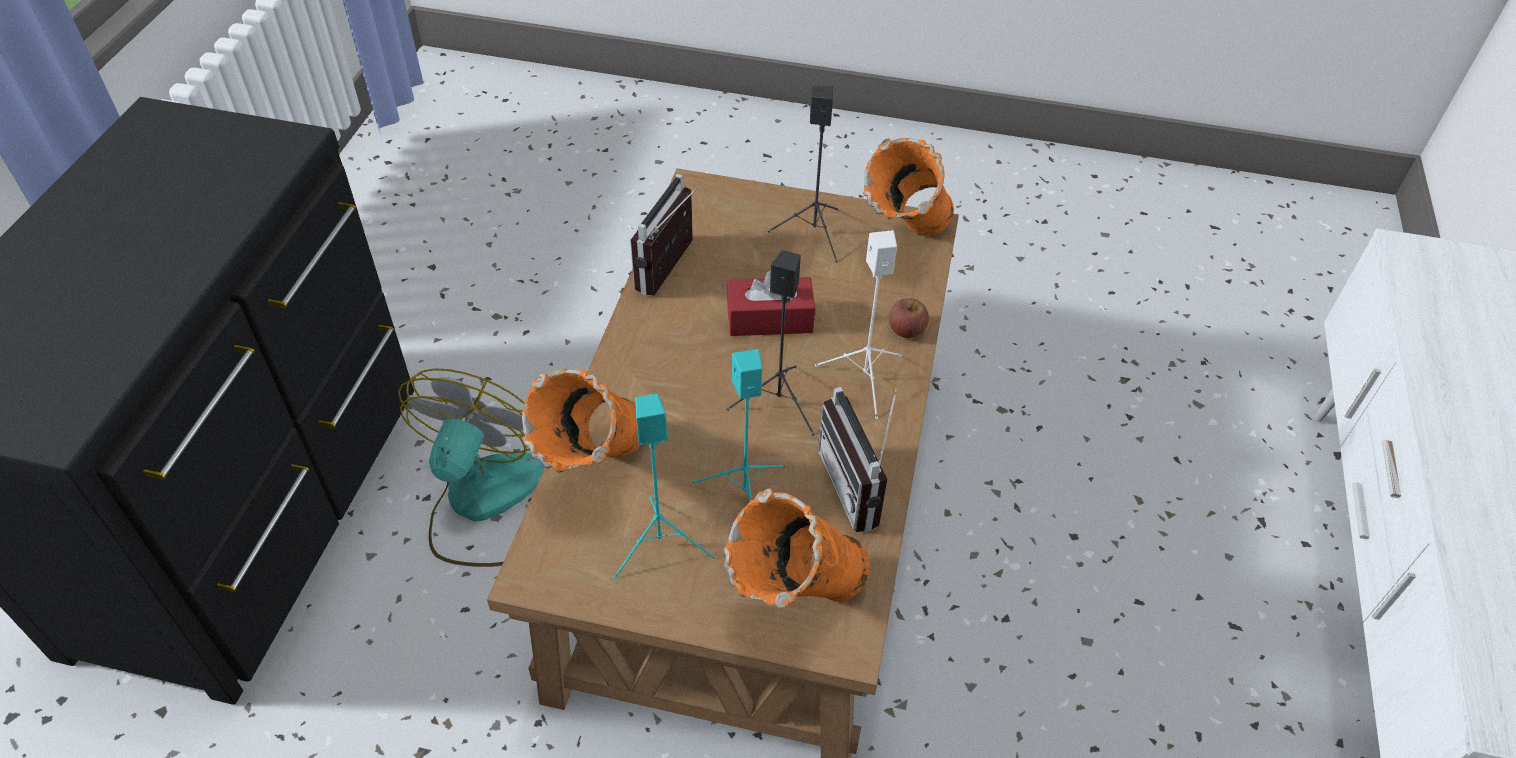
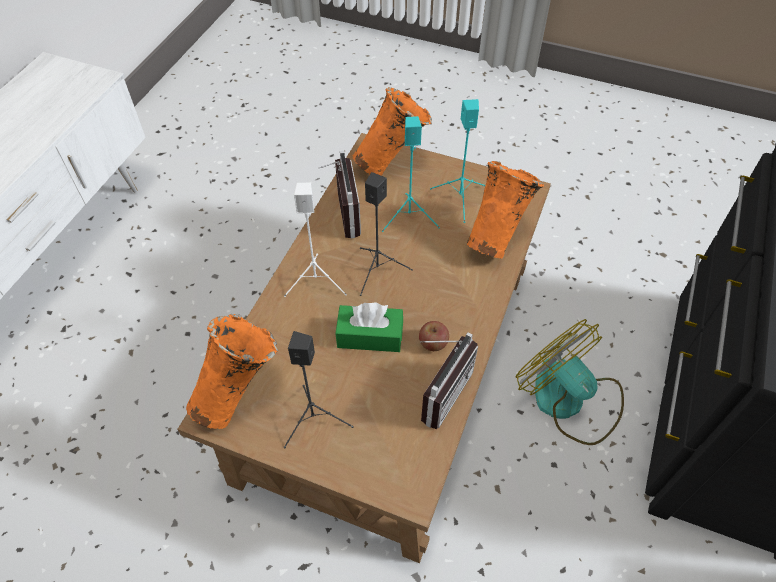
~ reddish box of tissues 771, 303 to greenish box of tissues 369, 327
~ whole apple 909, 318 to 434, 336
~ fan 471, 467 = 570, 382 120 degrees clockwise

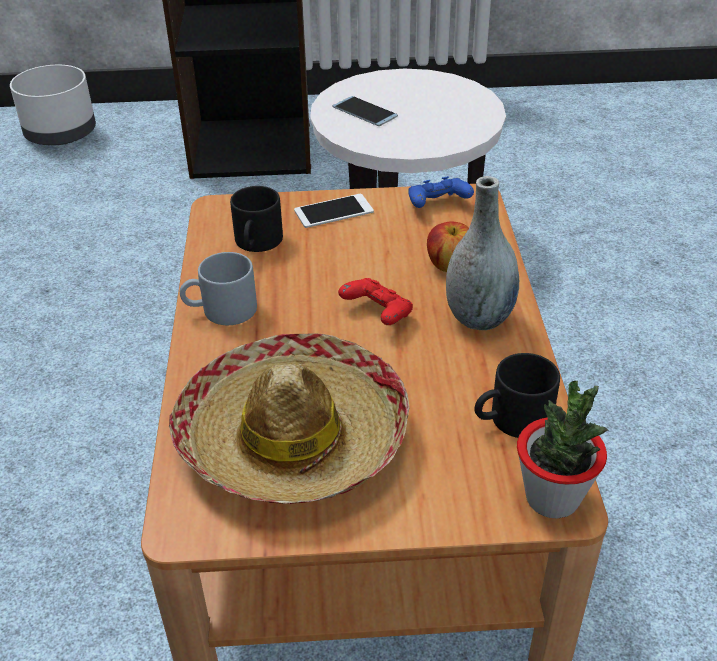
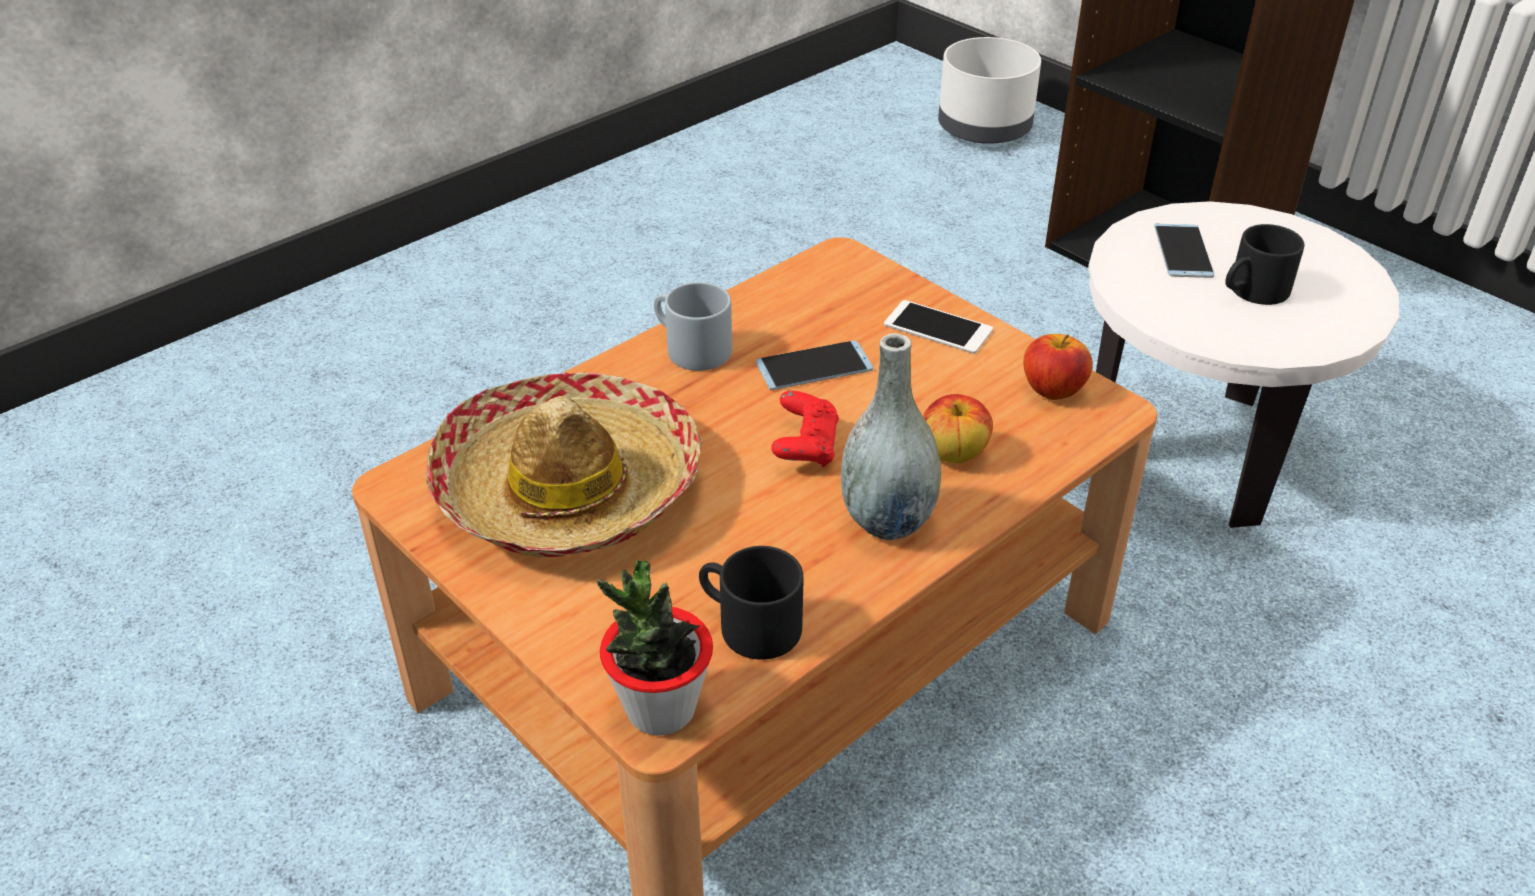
+ telephone 814, 365
~ blue game controller 441, 192 to whole apple 1058, 367
~ black-coloured tea mug 256, 219 to 1264, 264

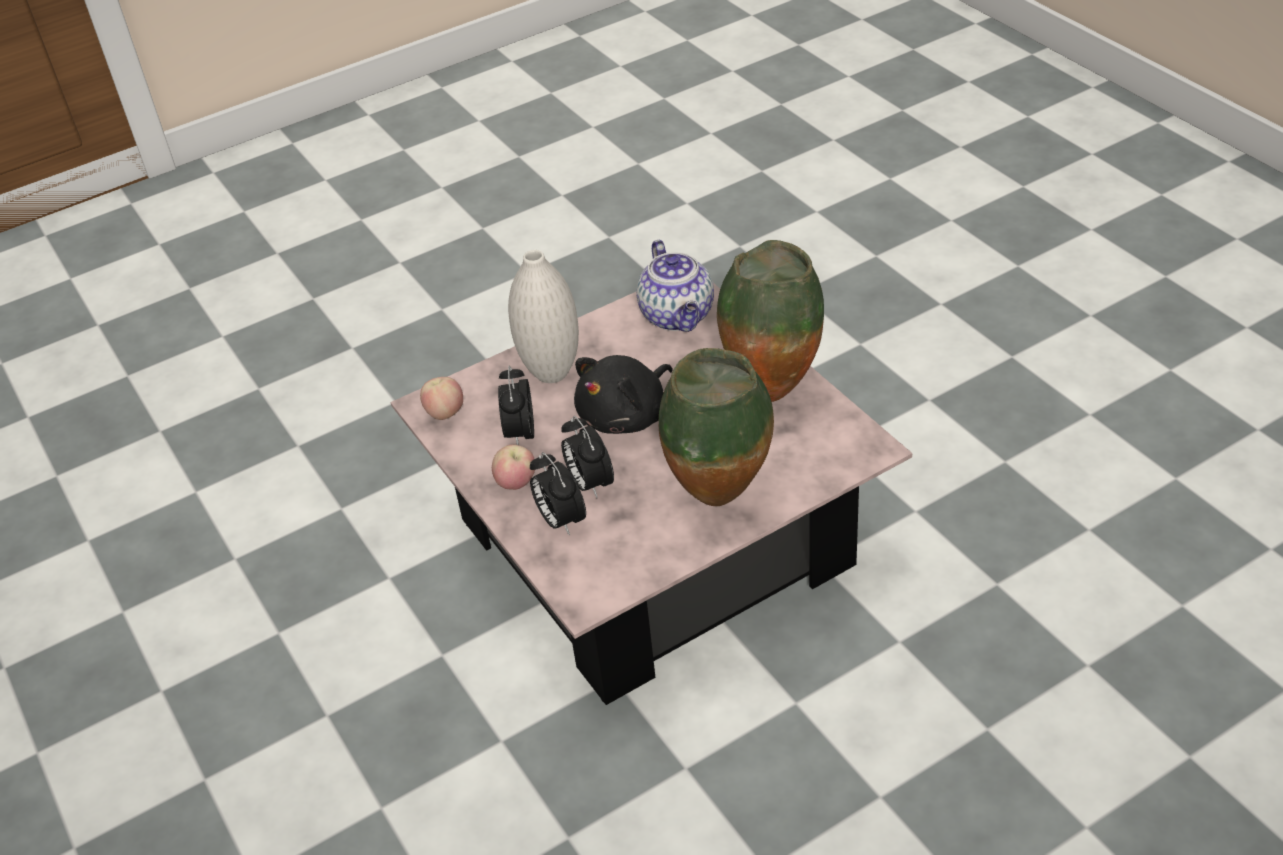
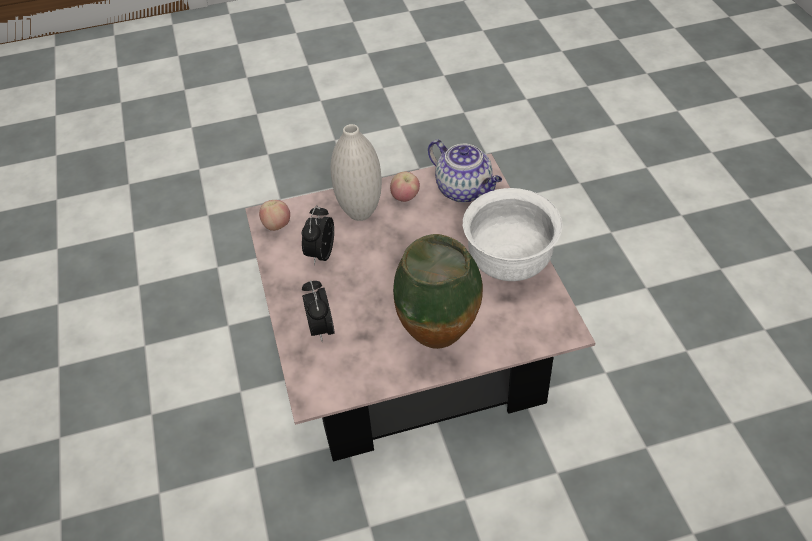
~ whole apple 513, 467 to 405, 186
~ pot for tea 675, 286 = 465, 171 45 degrees counterclockwise
~ decorative vase 770, 321 to whitish serving bowl 513, 234
- table clock 587, 457
- black-coloured plush toy 623, 394

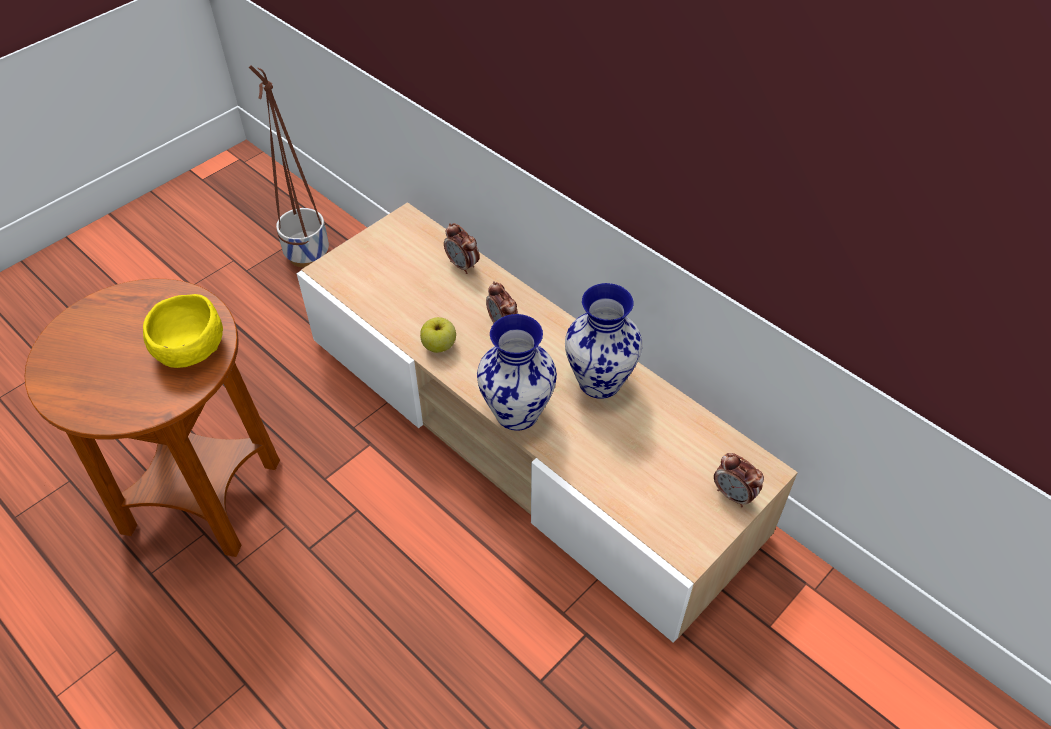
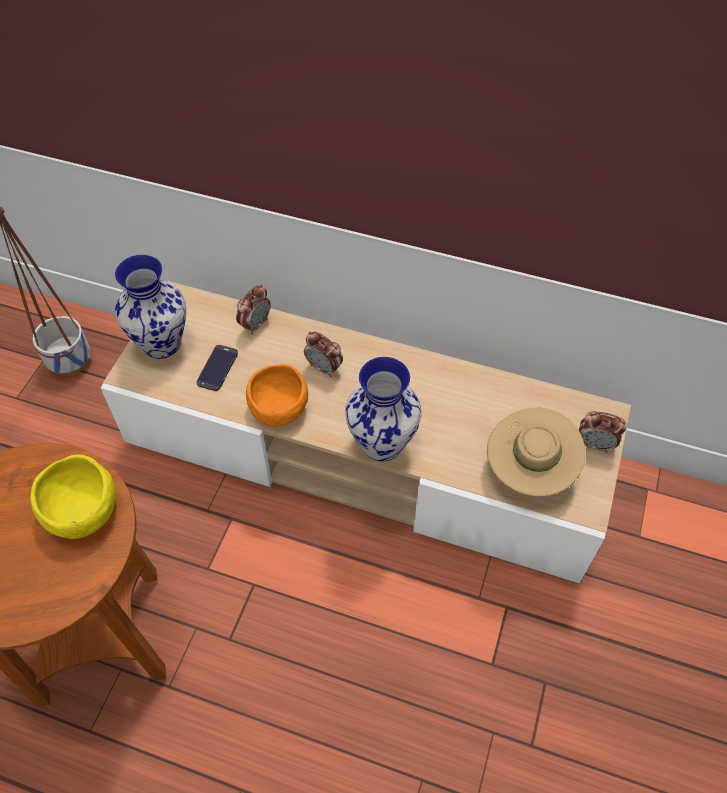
~ decorative vase 604, 341 to 151, 307
+ telephone 217, 368
~ table clock 462, 248 = 253, 309 75 degrees counterclockwise
~ whole apple 438, 335 to orange-coloured serving bowl 277, 395
+ beige wearable hat 536, 452

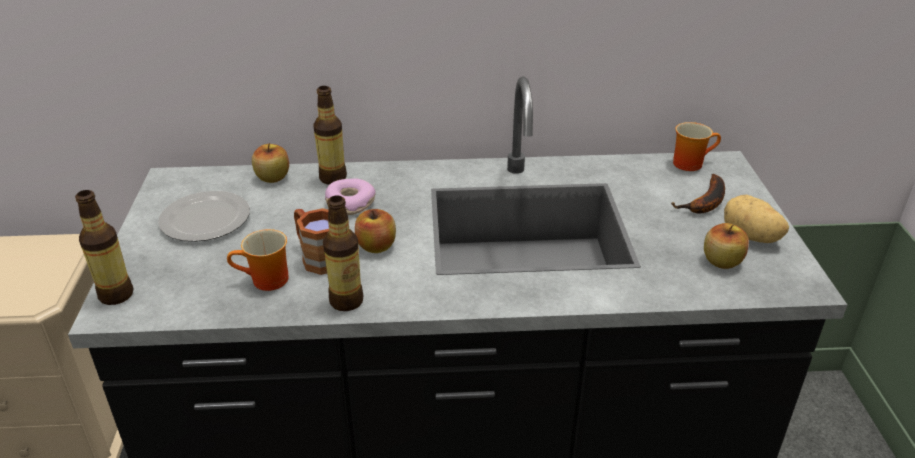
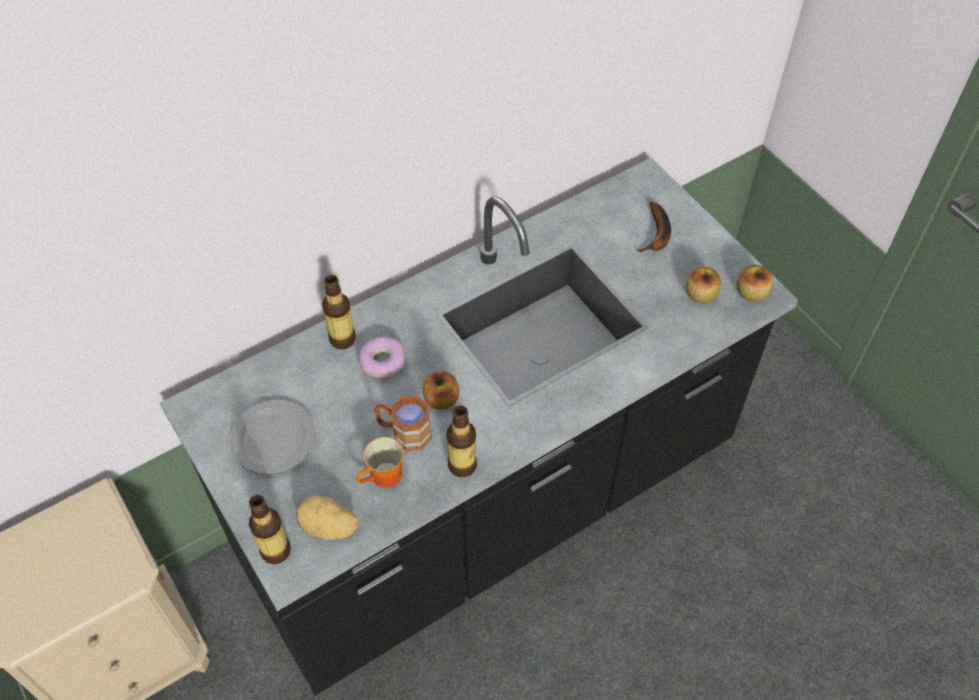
~ whole potato 756, 219 to 327, 517
~ whole apple 270, 163 to 755, 283
- tea mug 697, 146

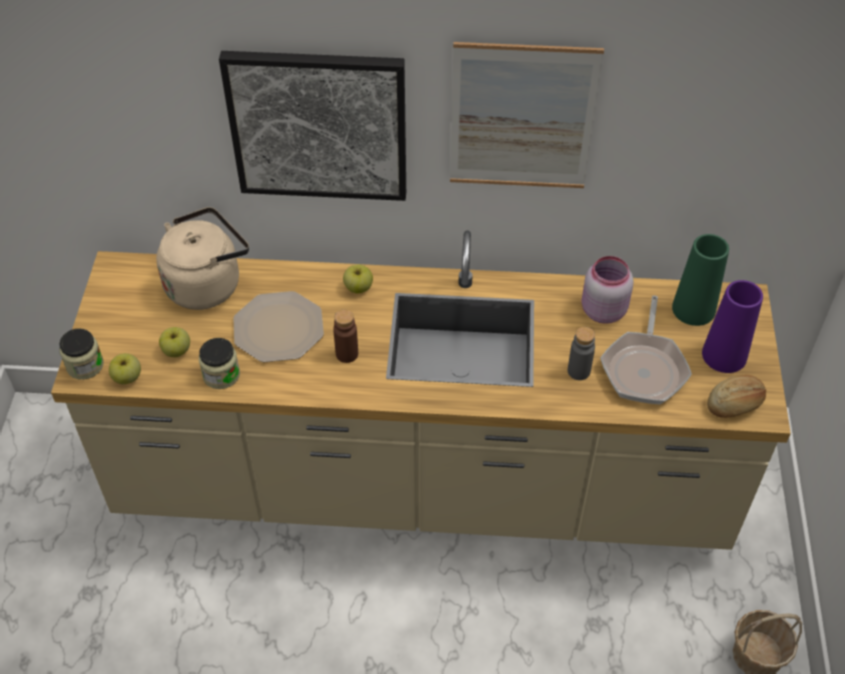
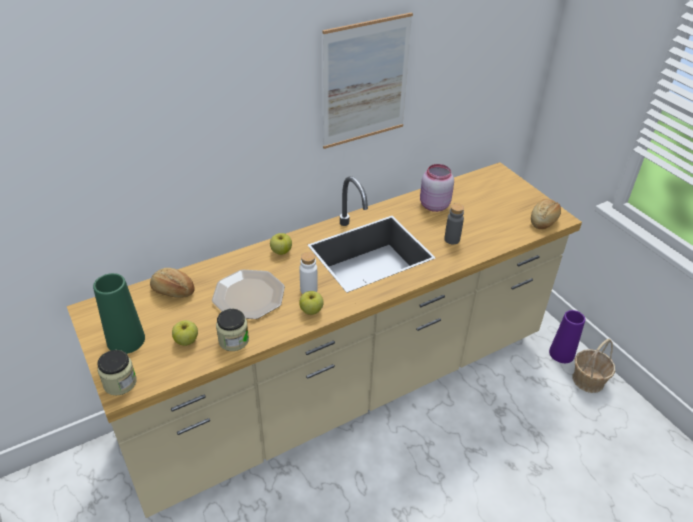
~ greenish decorative vase 700, 280 to 119, 313
~ beige water kettle 202, 258 to bread 172, 283
~ whole apple 125, 368 to 311, 303
~ brown drink bottle 345, 336 to whitish drink bottle 309, 273
~ purple decorative vase 732, 326 to 567, 336
- wall picture 312, 126
- skillet 646, 350

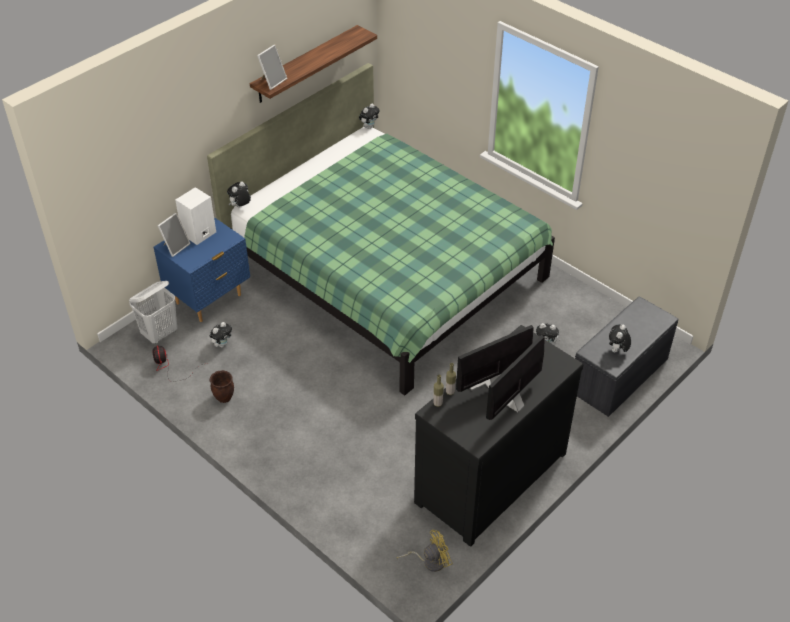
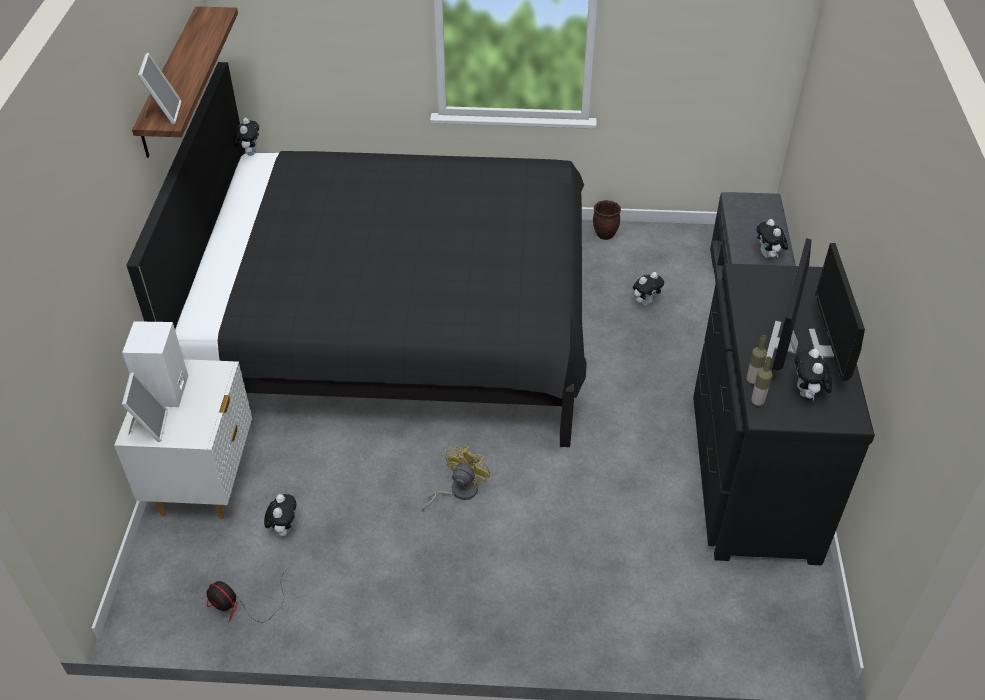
~ blue bedside table 202, 269 to whitish bedside table 183, 439
~ greenish sleeping bed 381, 229 to black-coloured sleeping bed 357, 254
~ yellow fan 424, 551 to 456, 478
~ brown flower pot 221, 386 to 607, 220
~ plush toy 239, 194 to 813, 374
- whitish laundry basket 153, 312

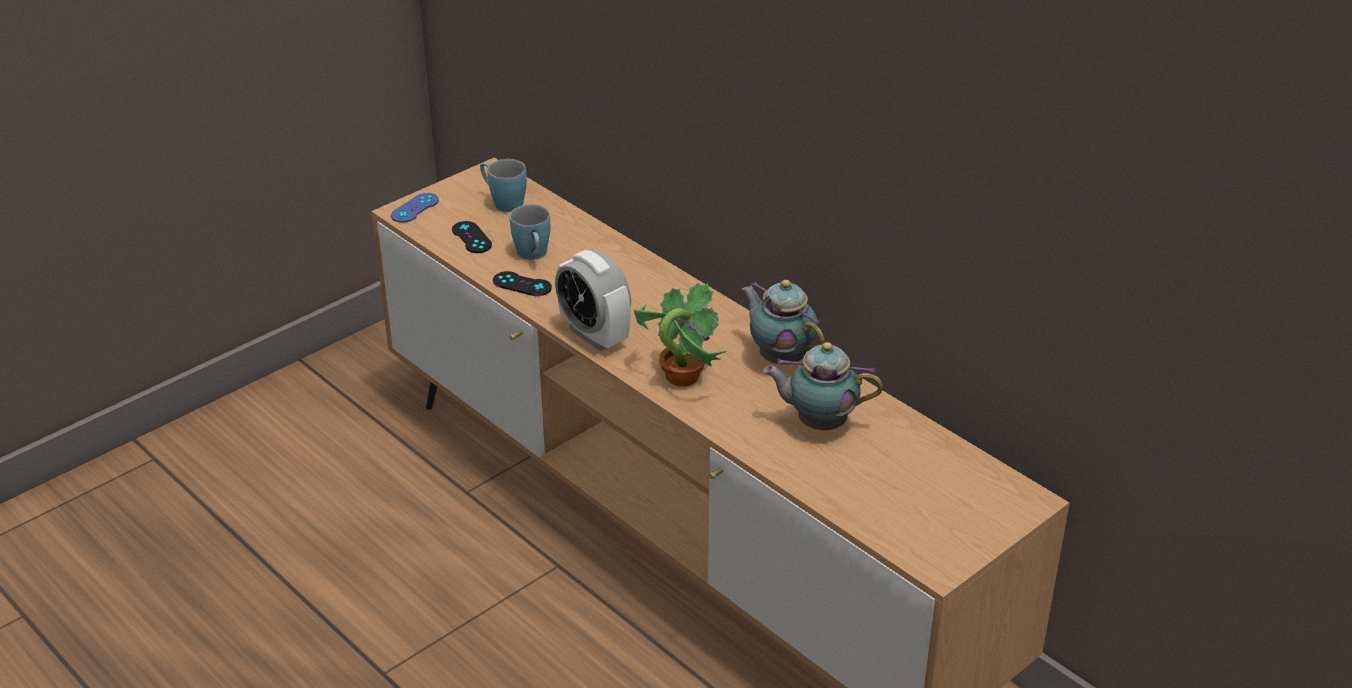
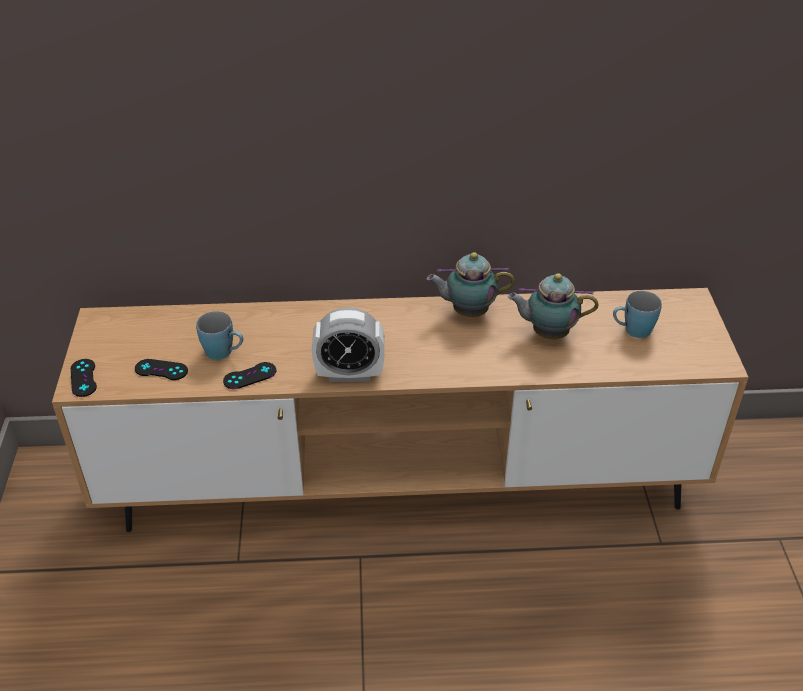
~ blue game controller 415, 208 to black-coloured game controller 84, 378
~ pot for tea 823, 386 = 553, 306 45 degrees clockwise
~ blue tea mug 503, 185 to 637, 314
- houseplant 680, 334

